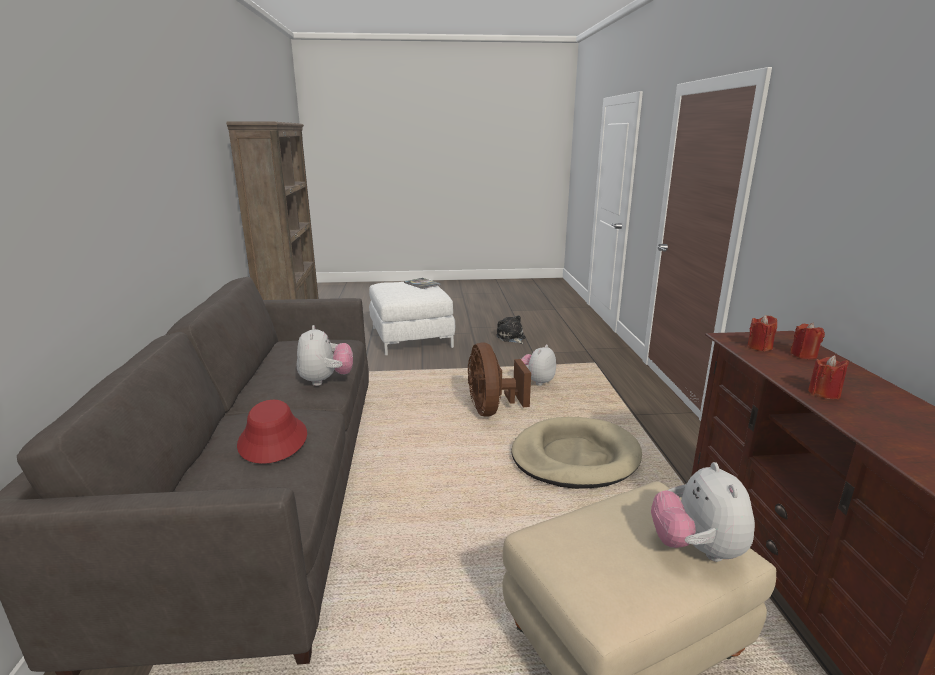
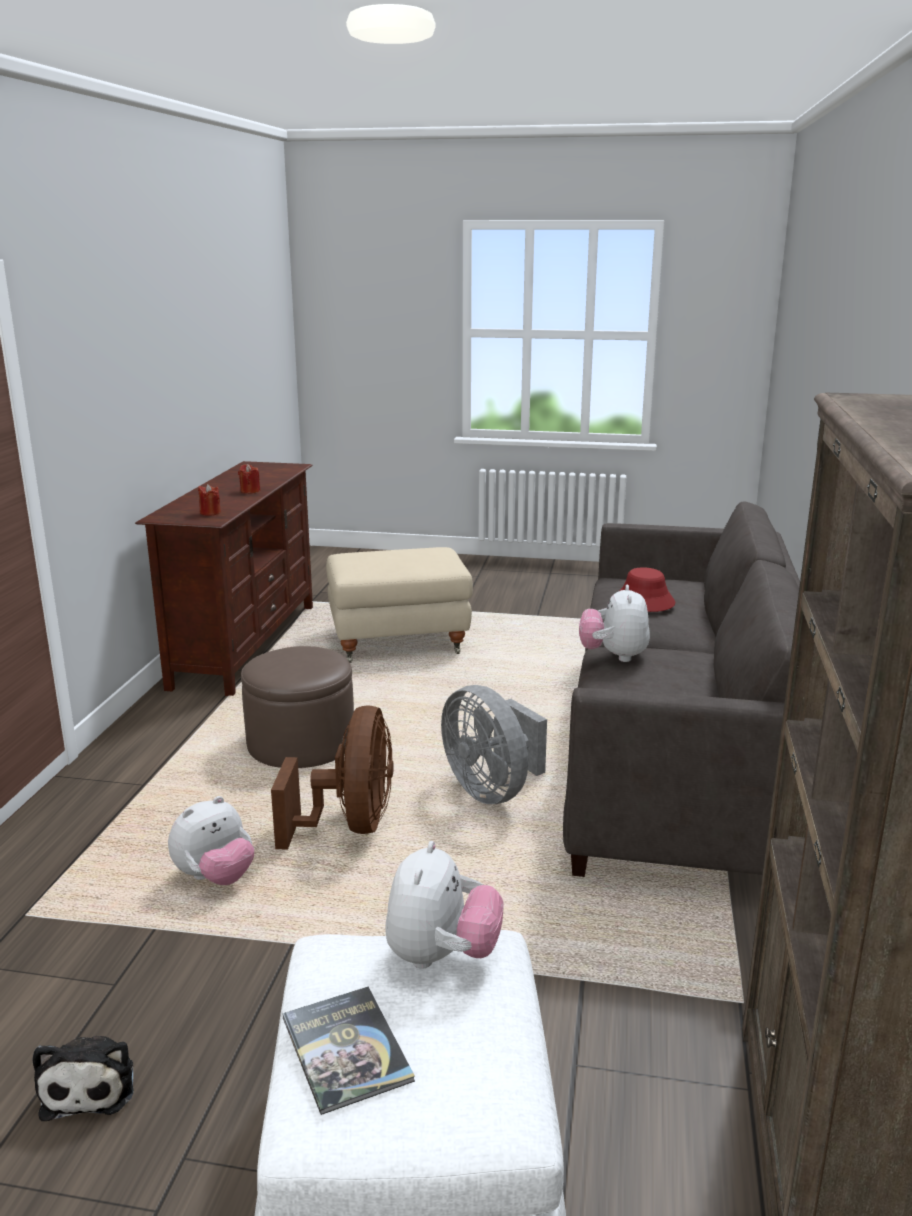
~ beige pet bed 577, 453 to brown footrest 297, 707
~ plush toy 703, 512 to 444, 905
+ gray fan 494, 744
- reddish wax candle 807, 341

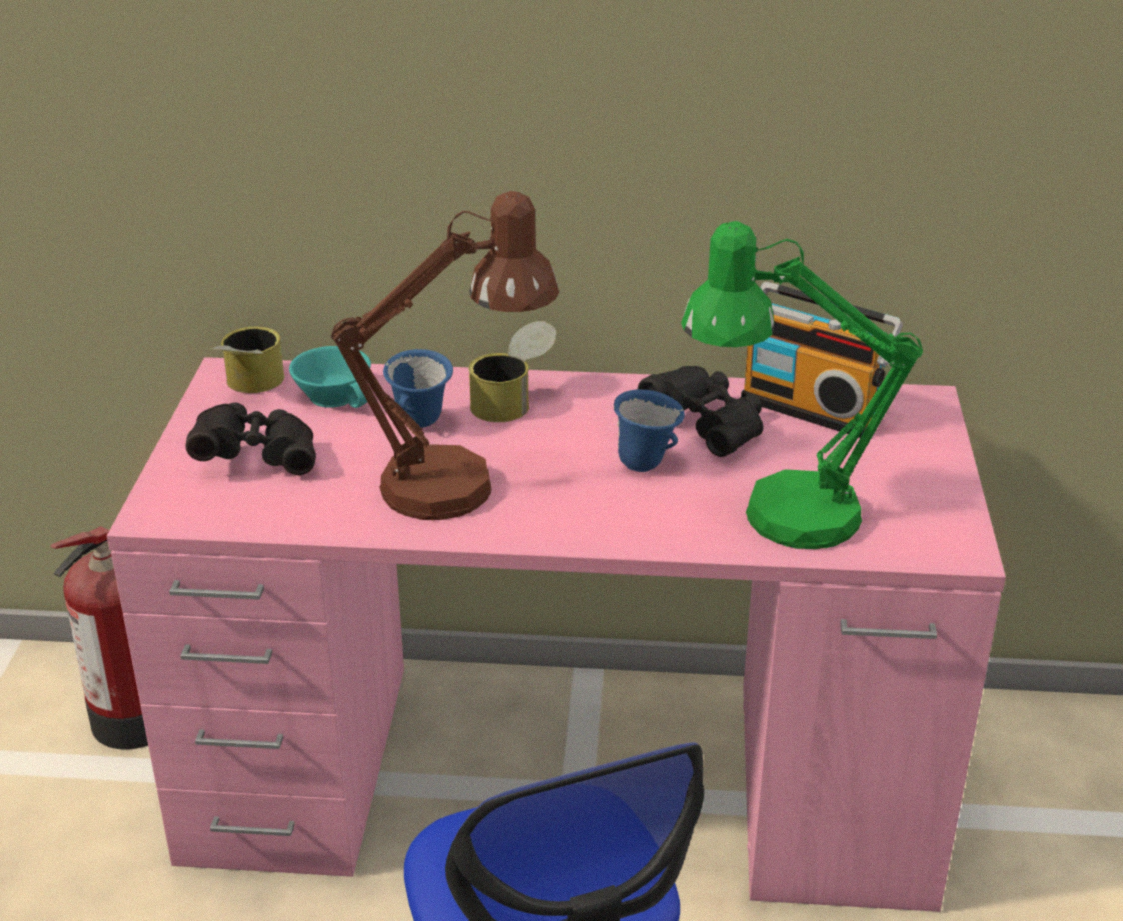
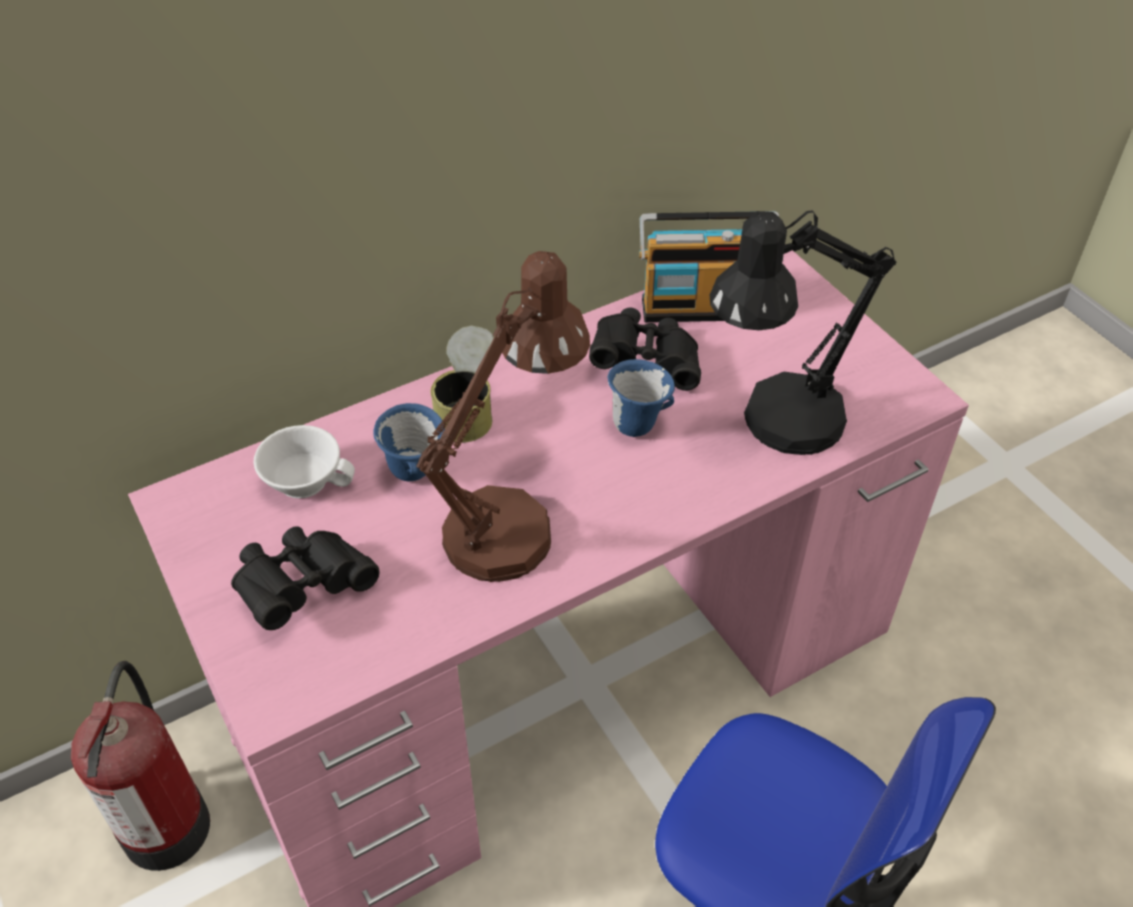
~ turquoise-coloured small cup 330, 377 to whitish small cup 304, 461
~ greenish tabletop lamp 802, 385 to black-coloured tabletop lamp 803, 332
- can 247, 359

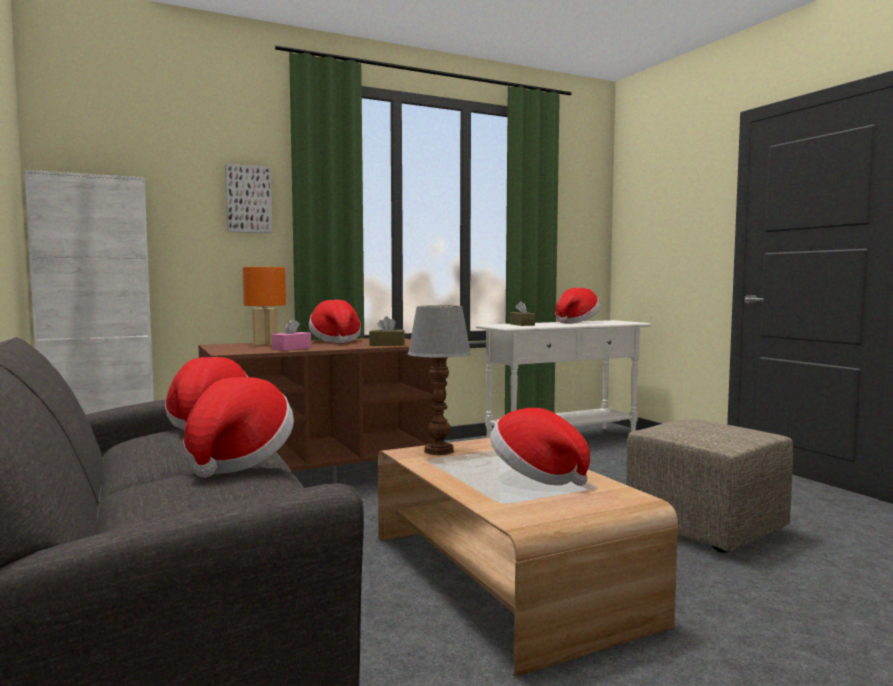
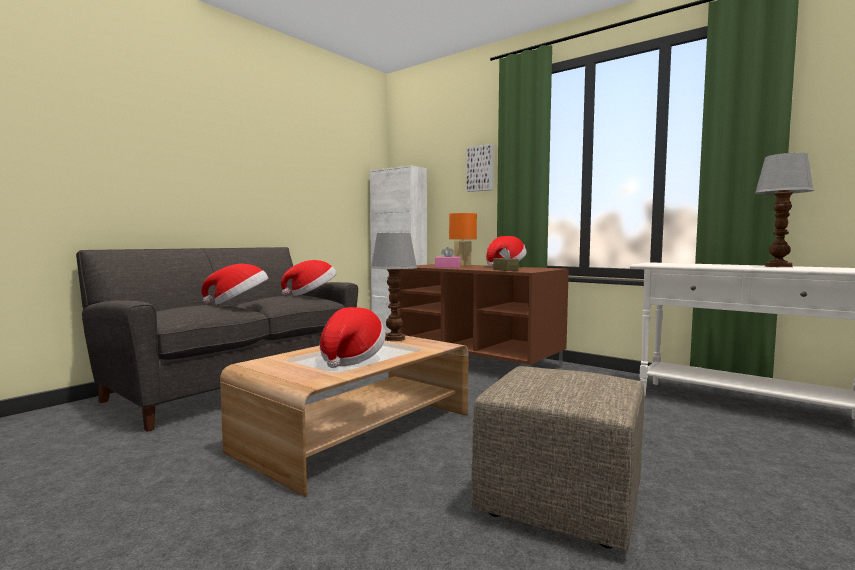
~ wearable hat 577, 306 to tabletop lamp 784, 210
- brown box of tissues 522, 313

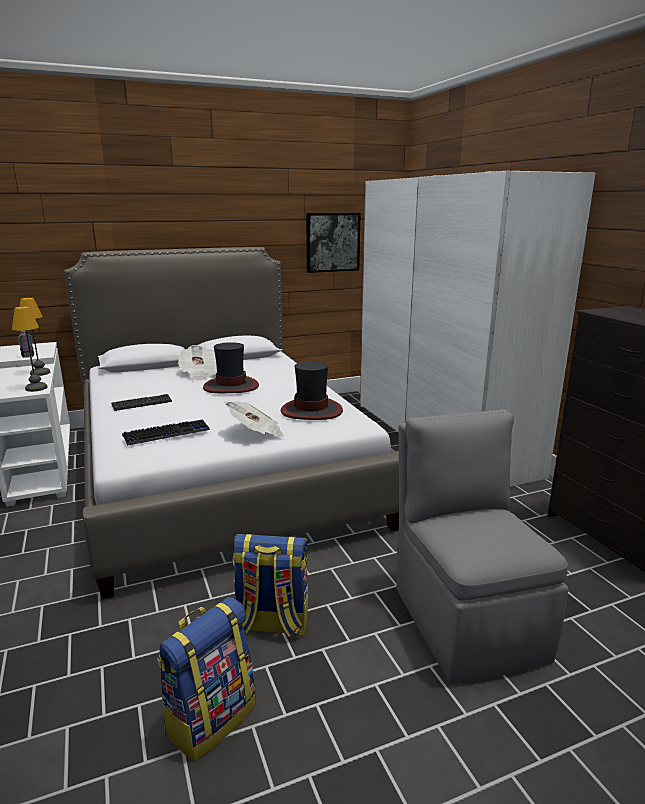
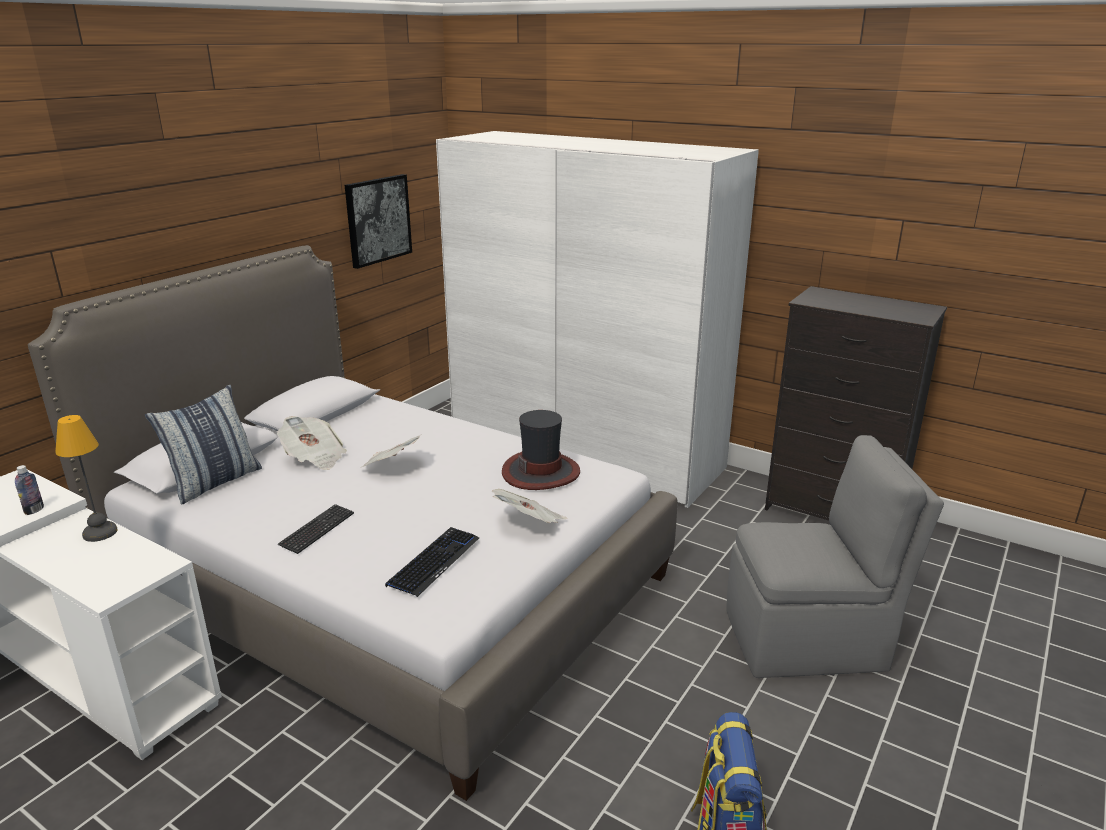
+ cushion 203, 444
~ wearable hat 231, 367 to daily paper 391, 451
~ gray chair 482, 547 = 835, 556 135 degrees clockwise
- tabletop lamp 30, 349
- knapsack 270, 585

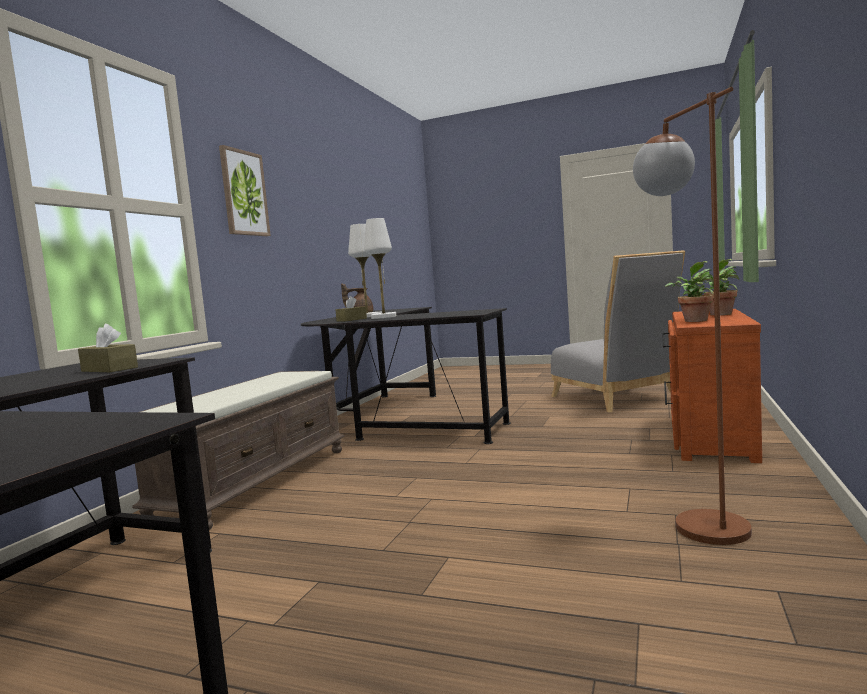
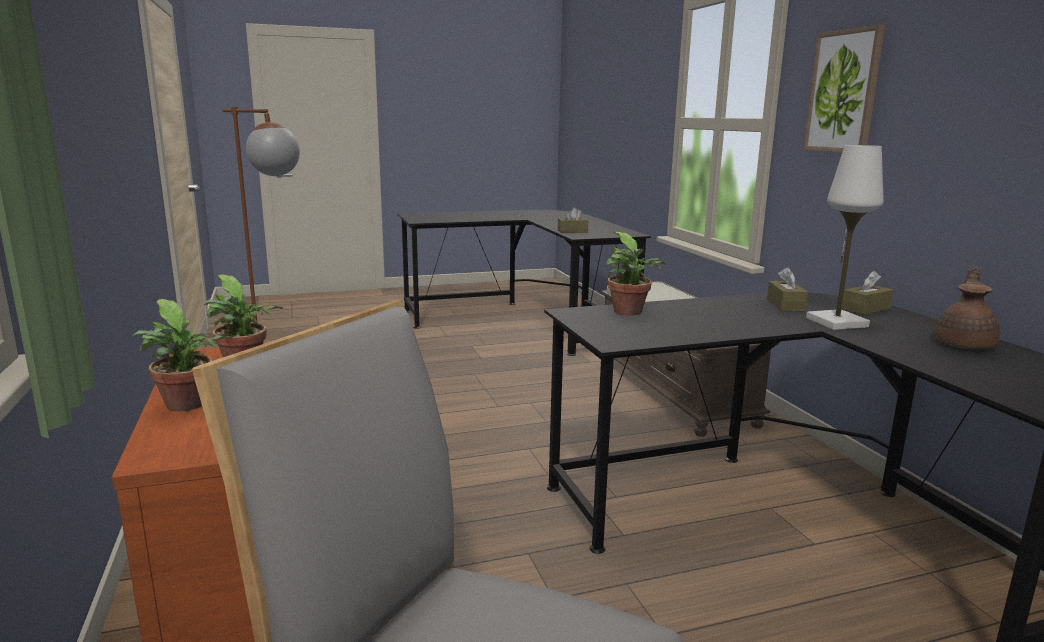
+ houseplant 636, 273
+ brown box of tissues 867, 293
- whitish tabletop lamp 380, 268

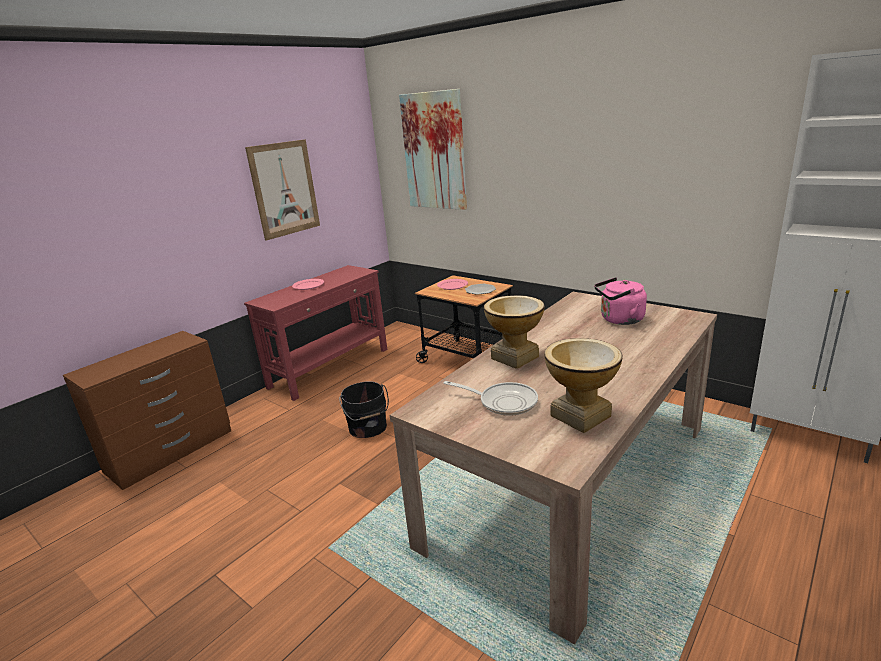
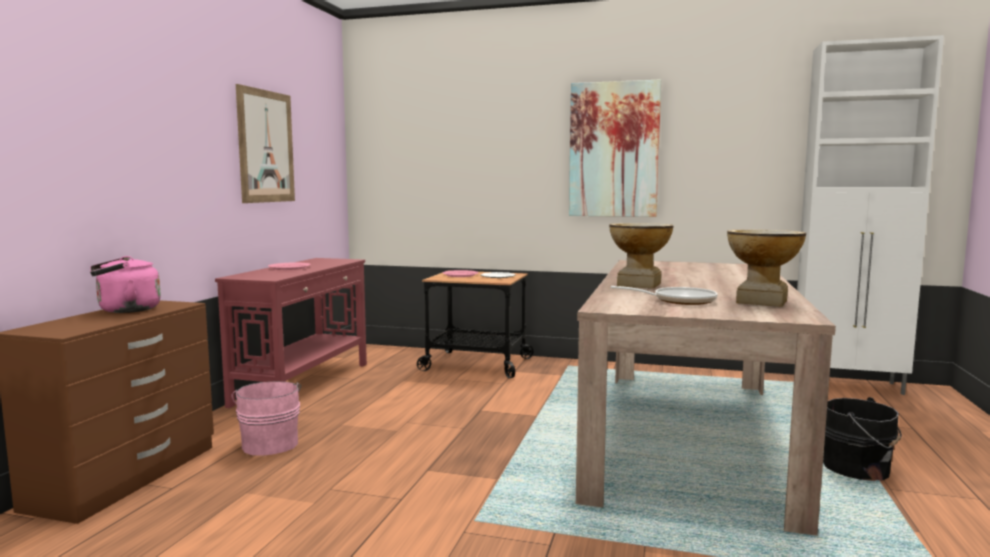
~ pink-coloured water kettle 620, 301 to 125, 284
+ pink-coloured water bucket 266, 419
~ wall picture 433, 149 to 615, 148
~ black-coloured water bucket 364, 410 to 862, 439

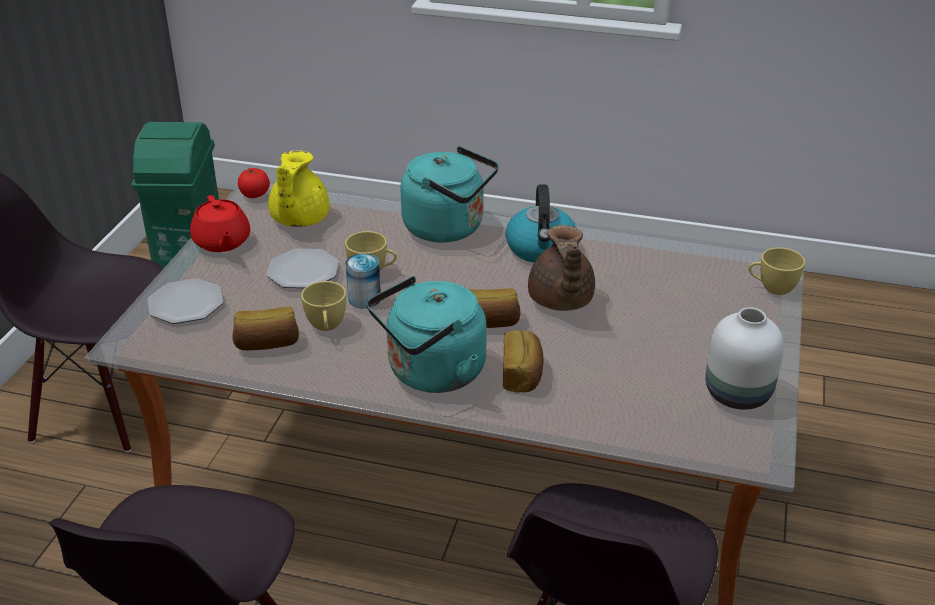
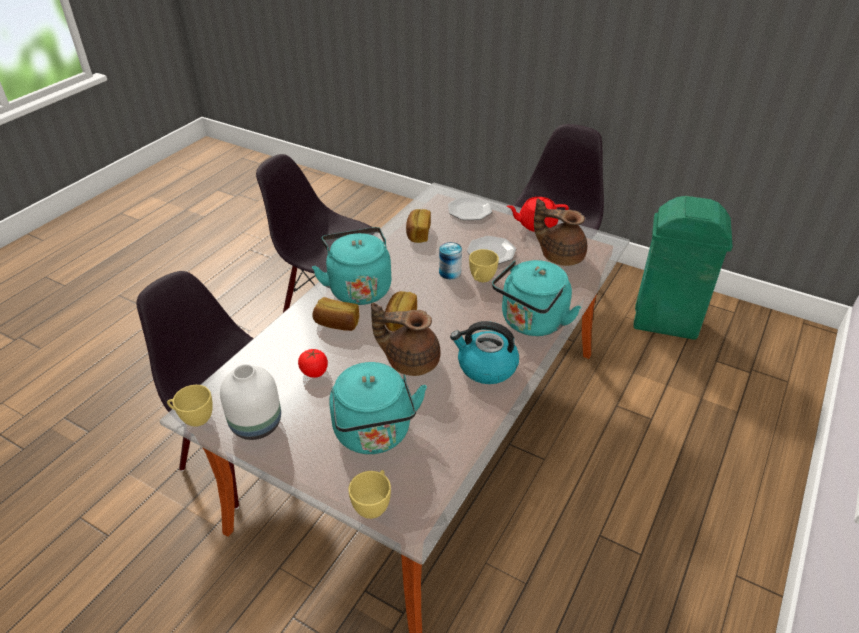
~ yellow small cup 323, 306 to 190, 406
~ whole tomato 254, 183 to 313, 363
+ turquoise-coloured water kettle 378, 408
~ yellow pot for tea 298, 188 to brown pot for tea 560, 232

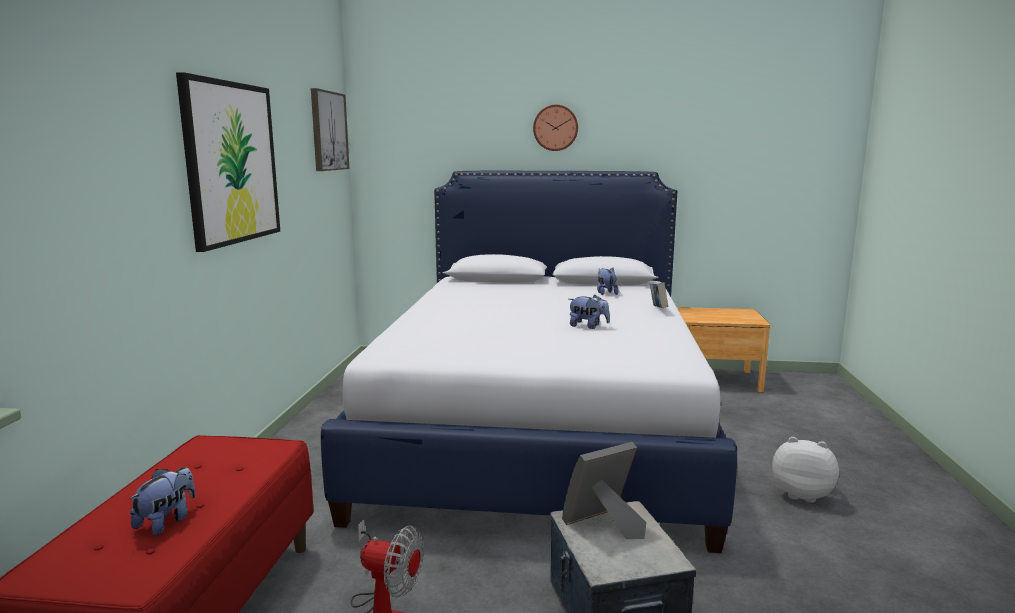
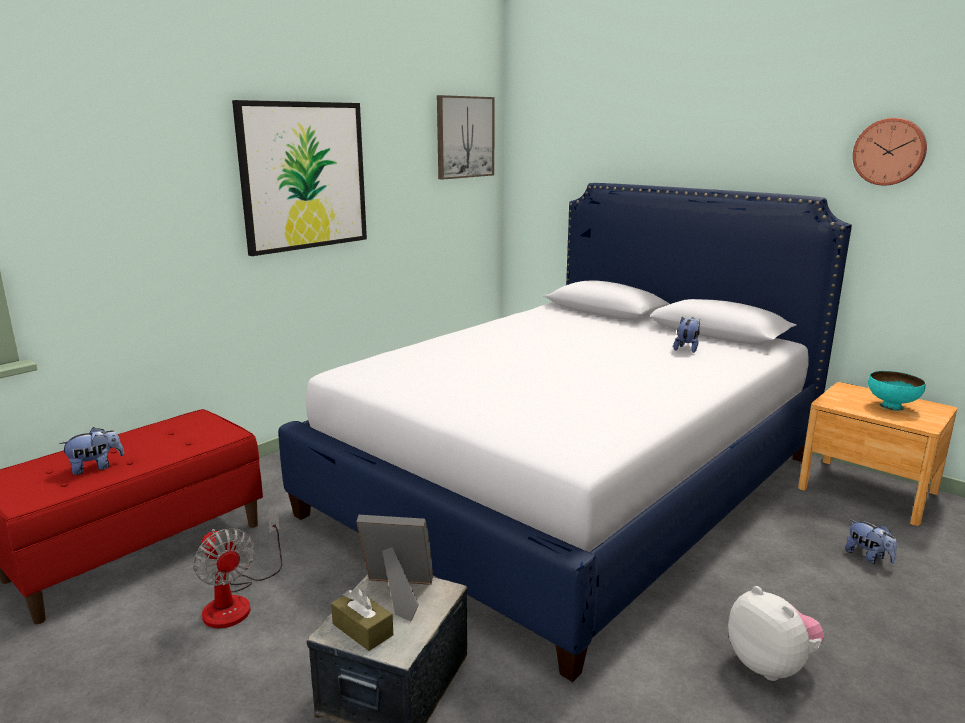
+ brown box of tissues 362, 619
~ plush toy 589, 312 to 871, 541
~ wall clock 555, 128 to 890, 152
+ turquoise-coloured serving bowl 897, 391
- volume 659, 295

